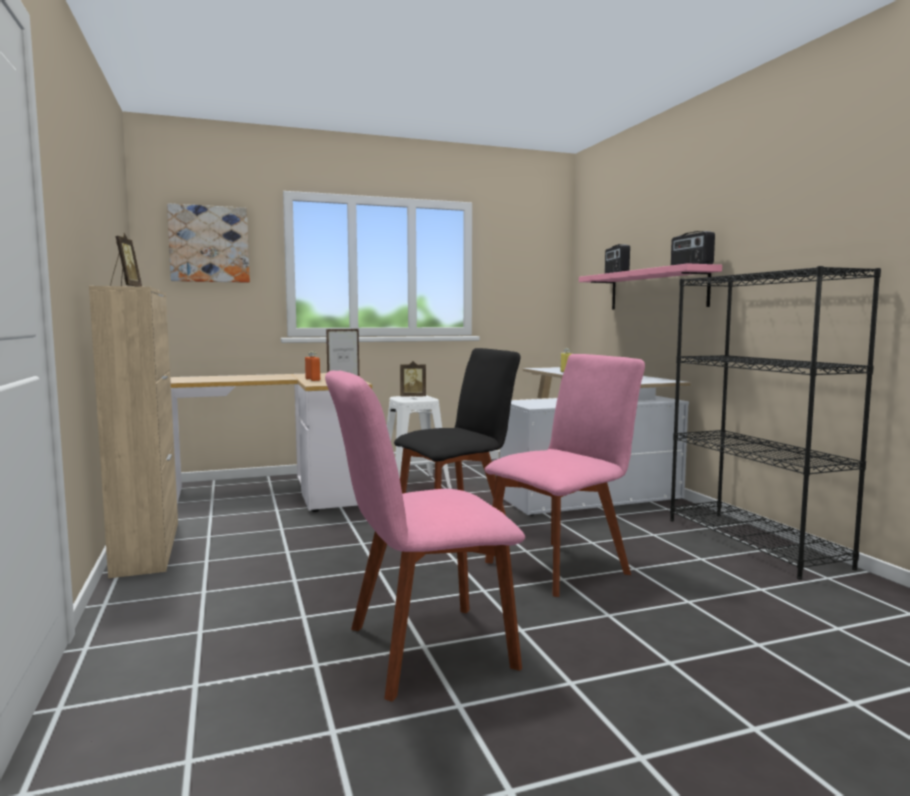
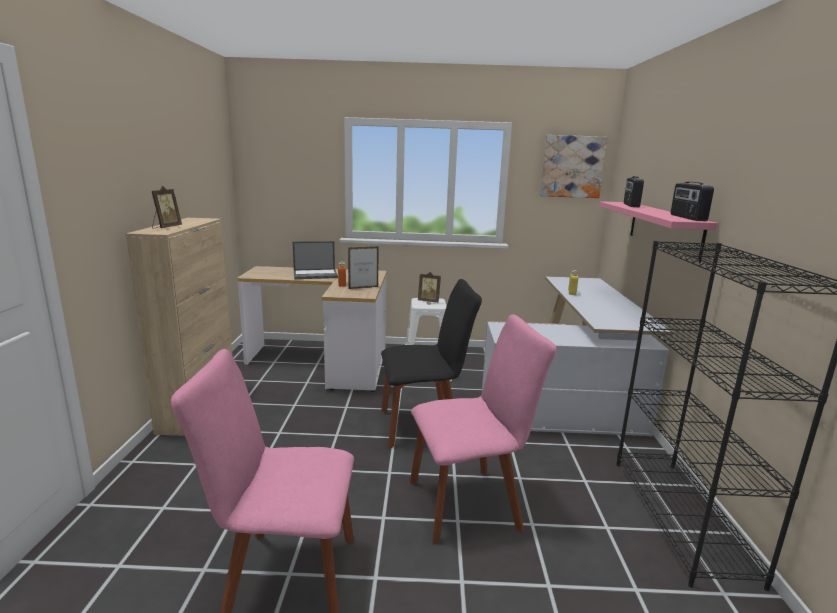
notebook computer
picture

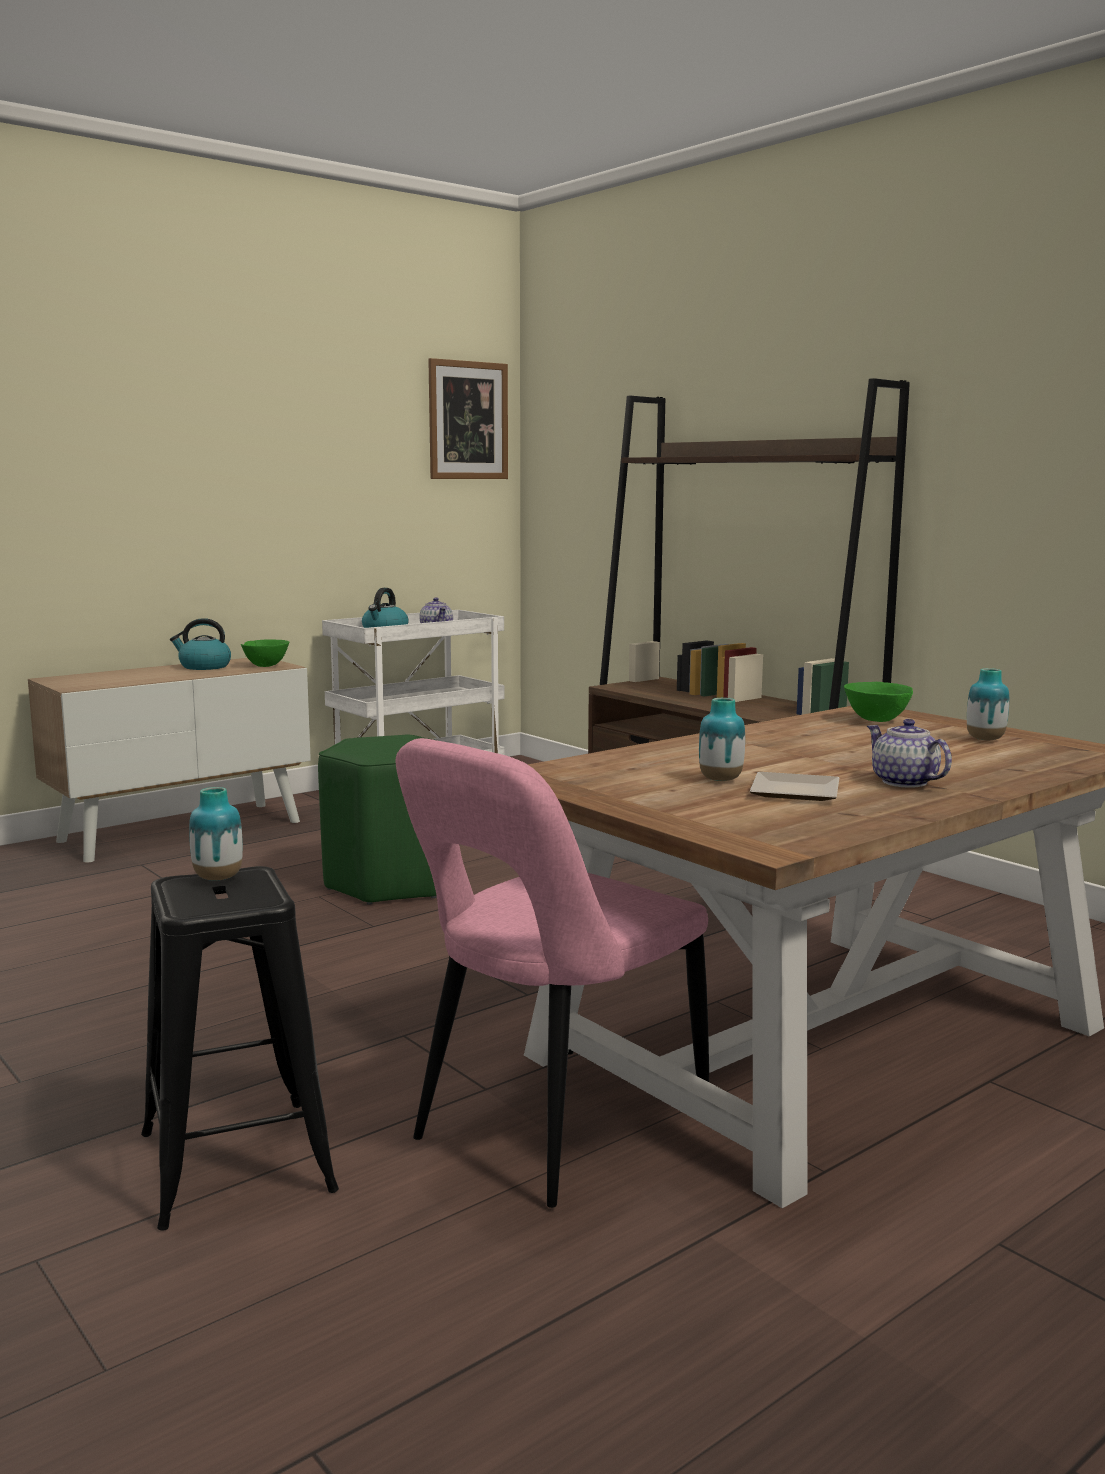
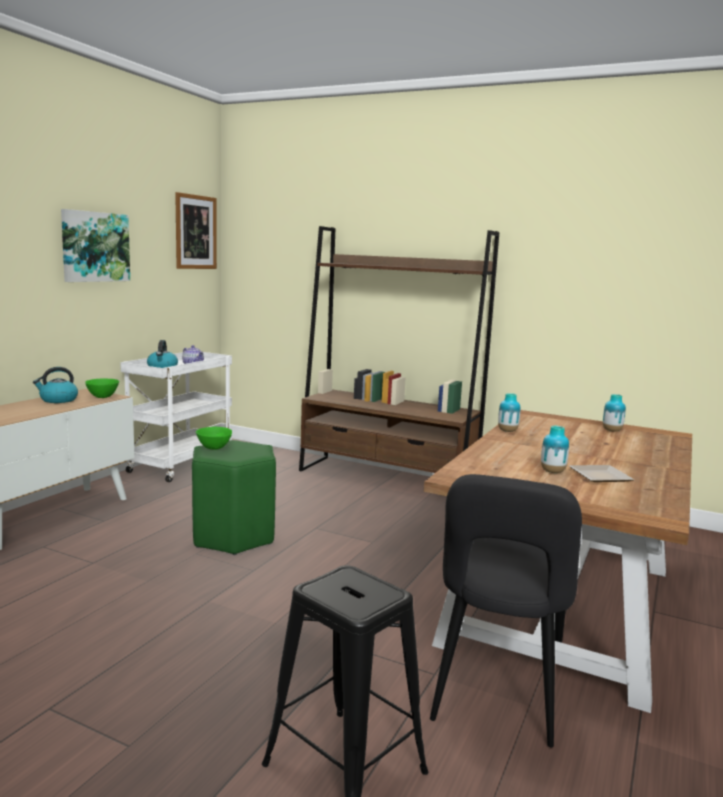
teapot (2nd from left in the first image)
picture (1st from left)
vase (1st from left)
green bowl (2nd from left)
black-coloured chair

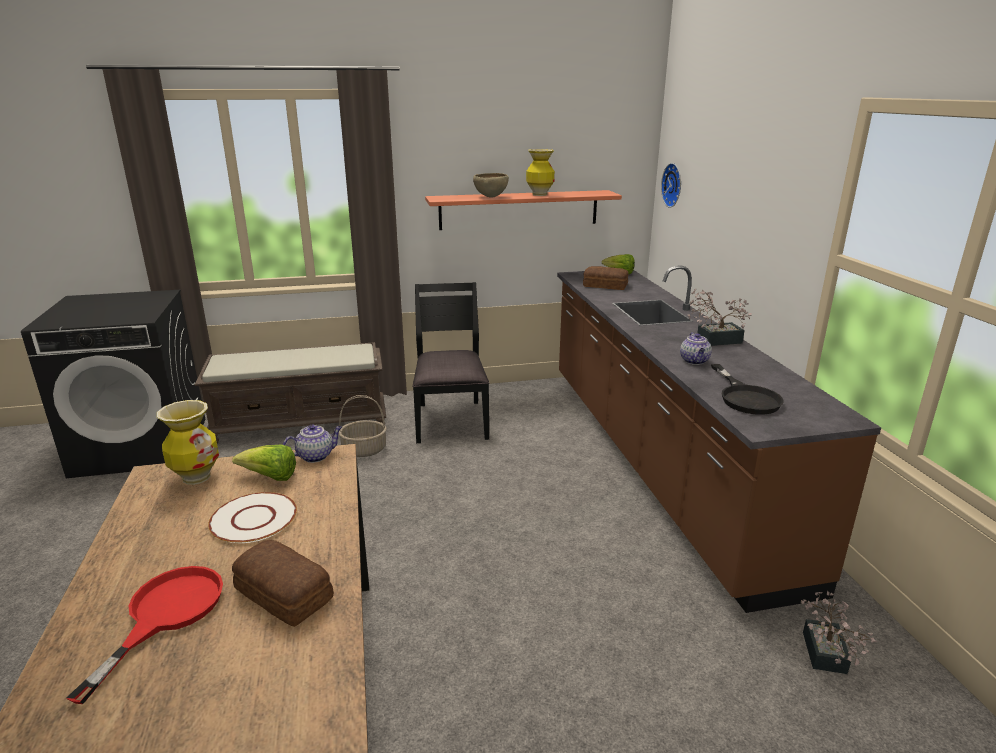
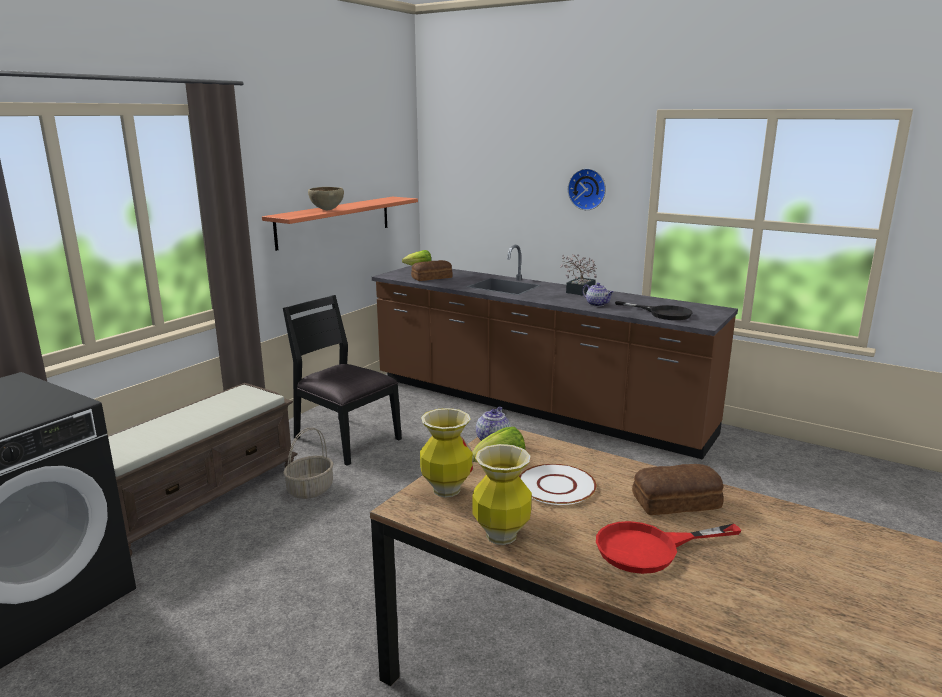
plant in a pot (2nd from left in the first image)
vase (2nd from left)
clock on the wall
red-coloured skillet

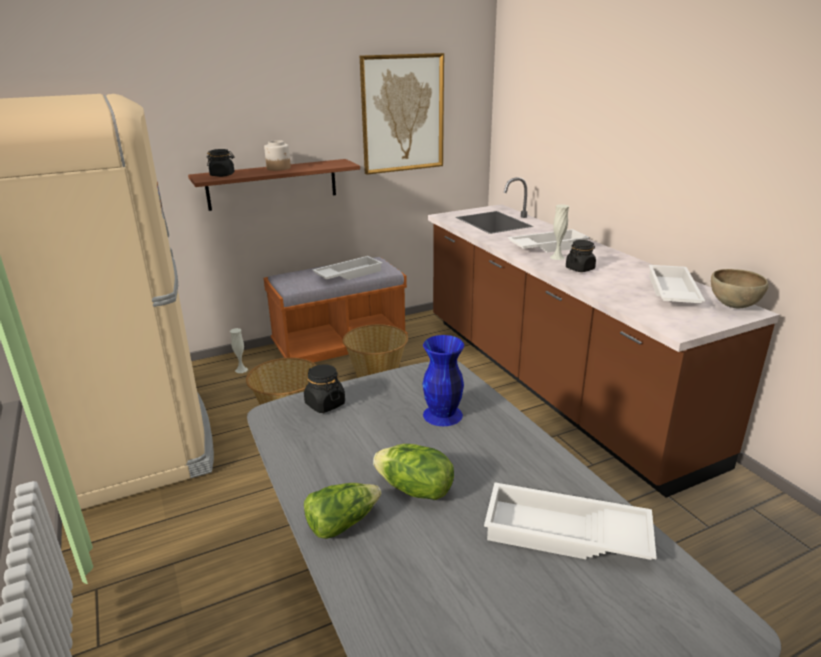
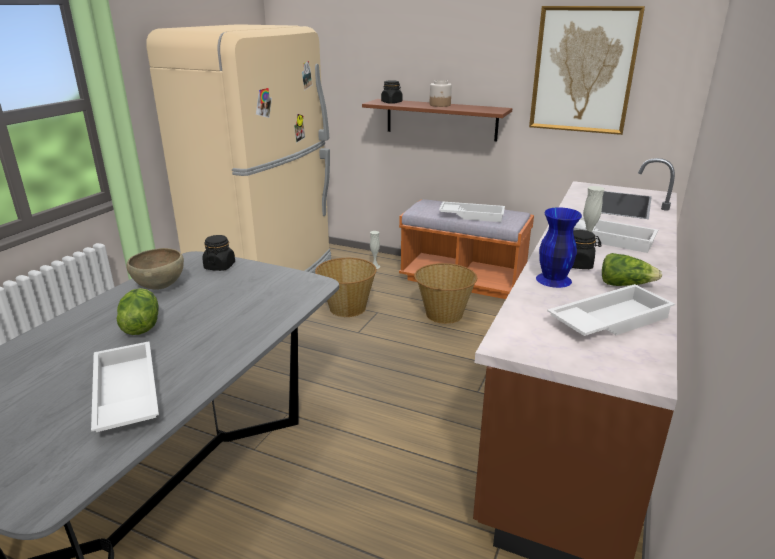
lettuce head (2nd from left)
bluish vase
brownish bowl

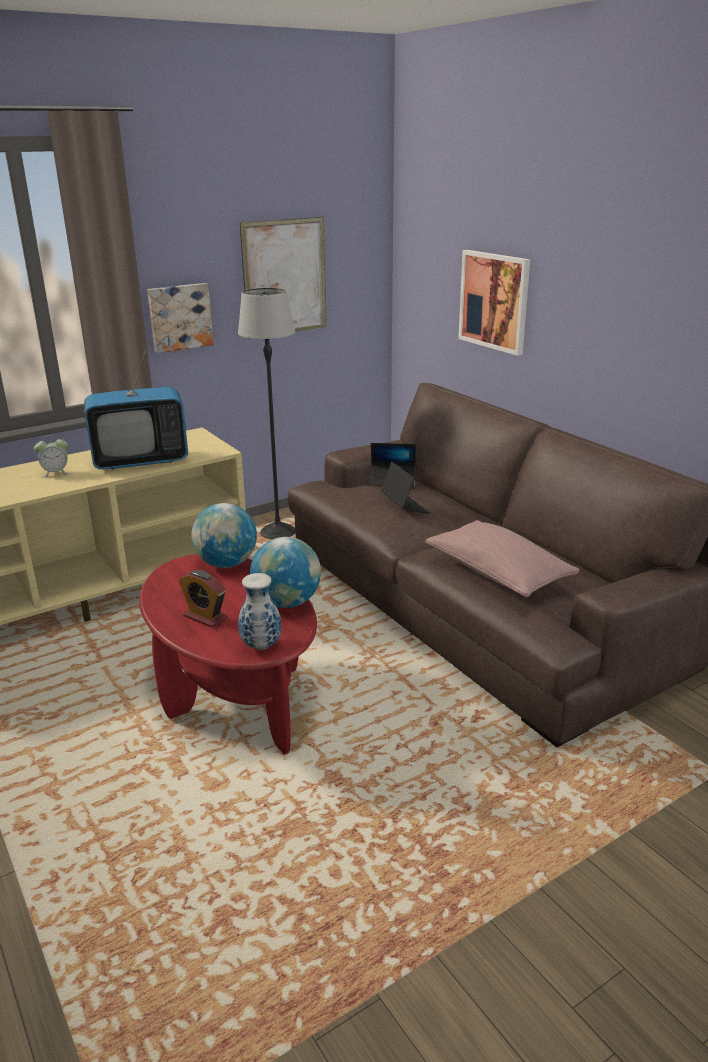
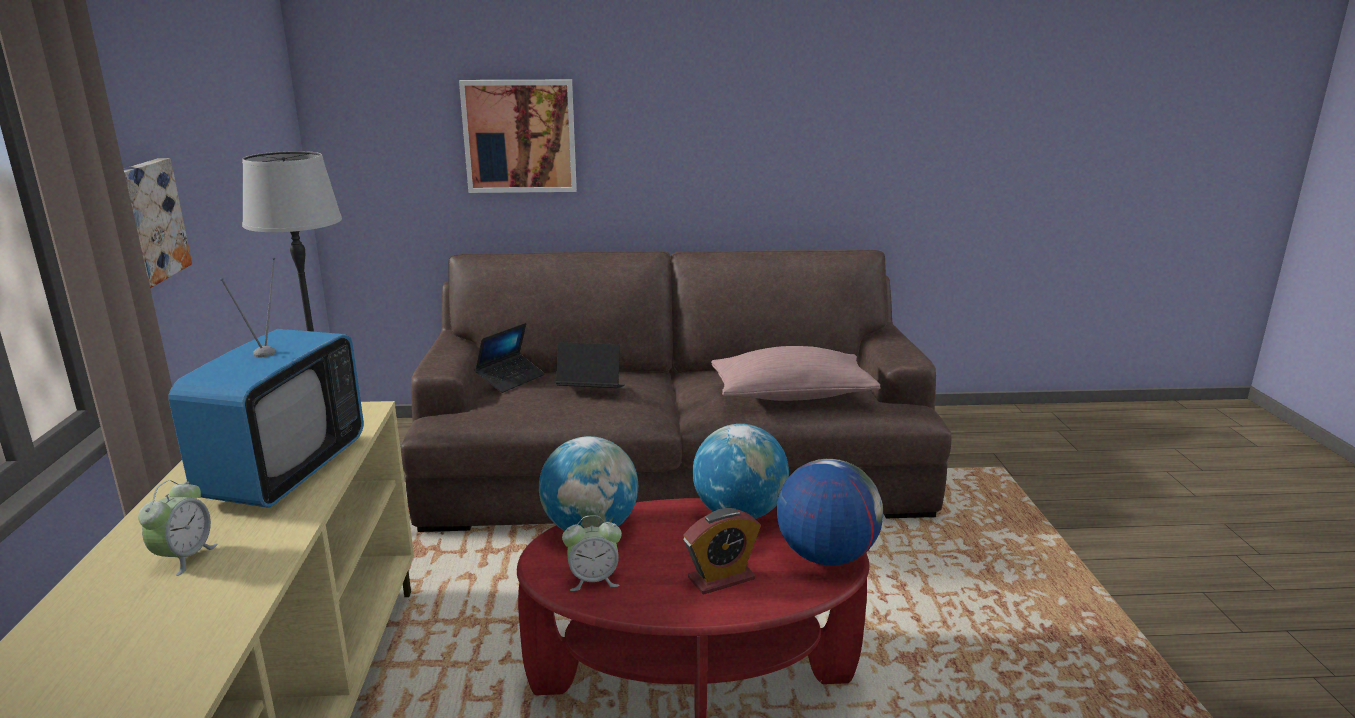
picture (2nd from left in the first image)
bedside clock (2nd from left)
globe (3rd from left)

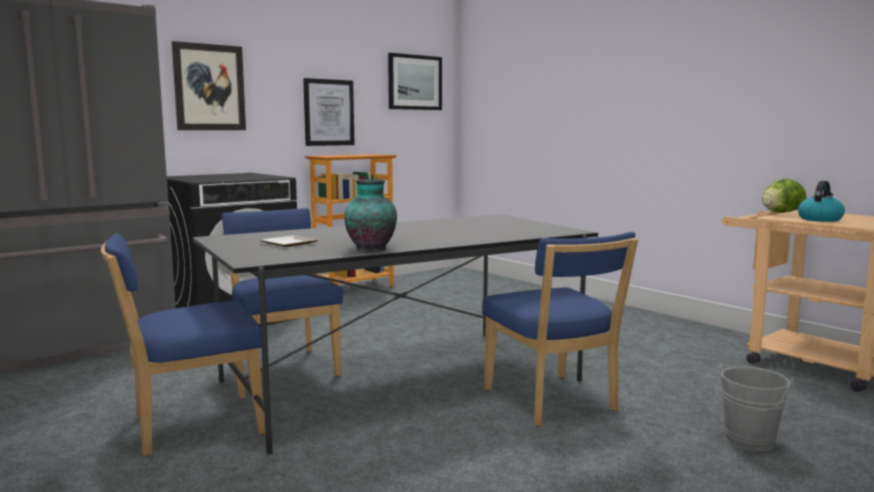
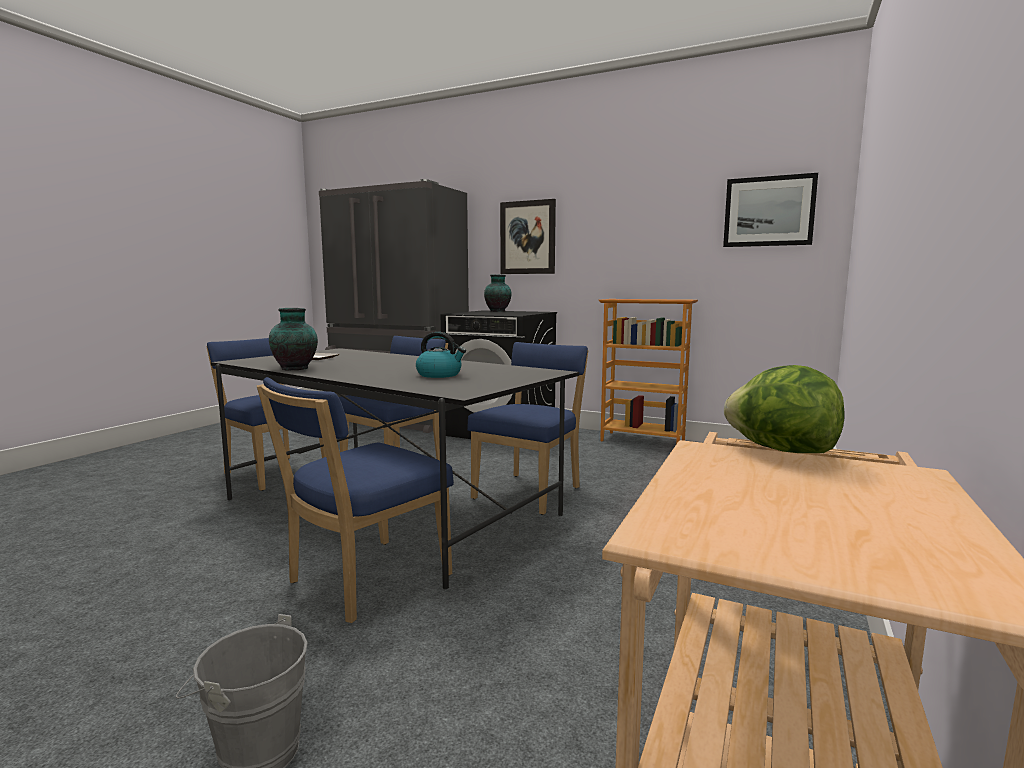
picture (2nd from left in the first image)
bluish chair (4th from left)
vase (2nd from left)
water kettle

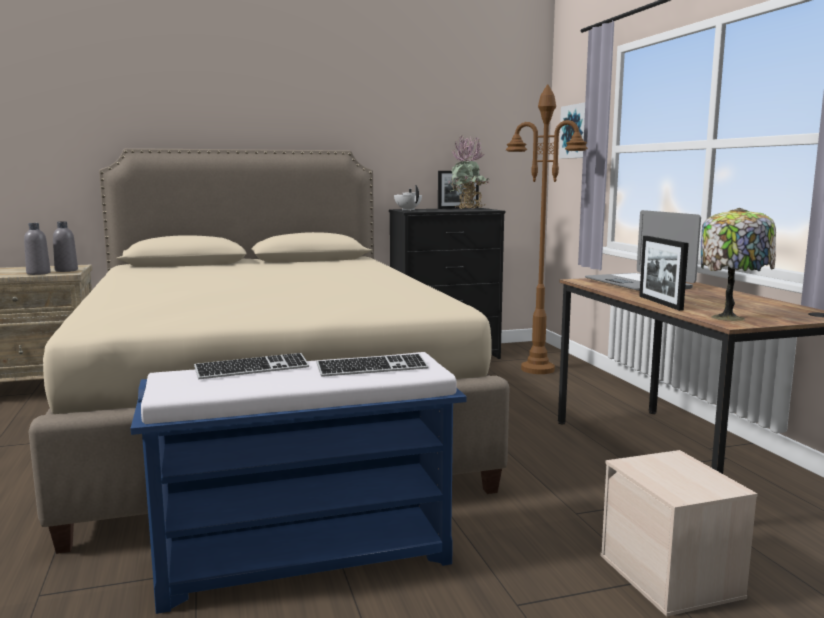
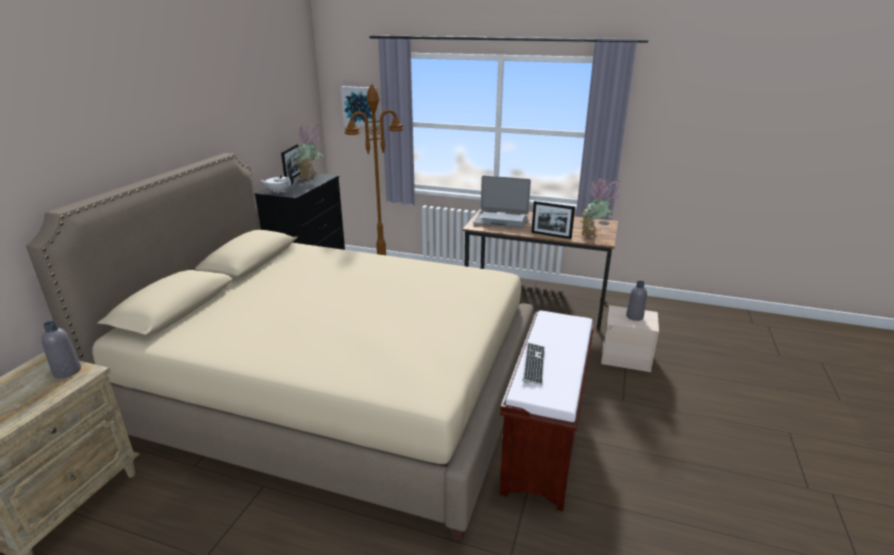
computer keyboard (2nd from left in the first image)
grey drink bottle (2nd from left)
plant in a pot (2nd from left)
brownish long seat

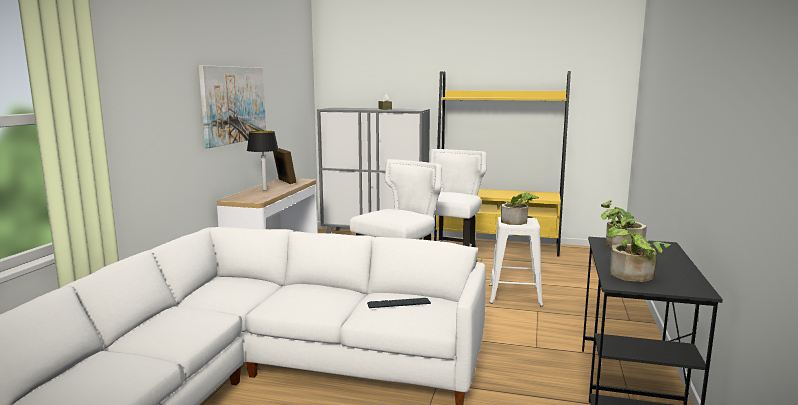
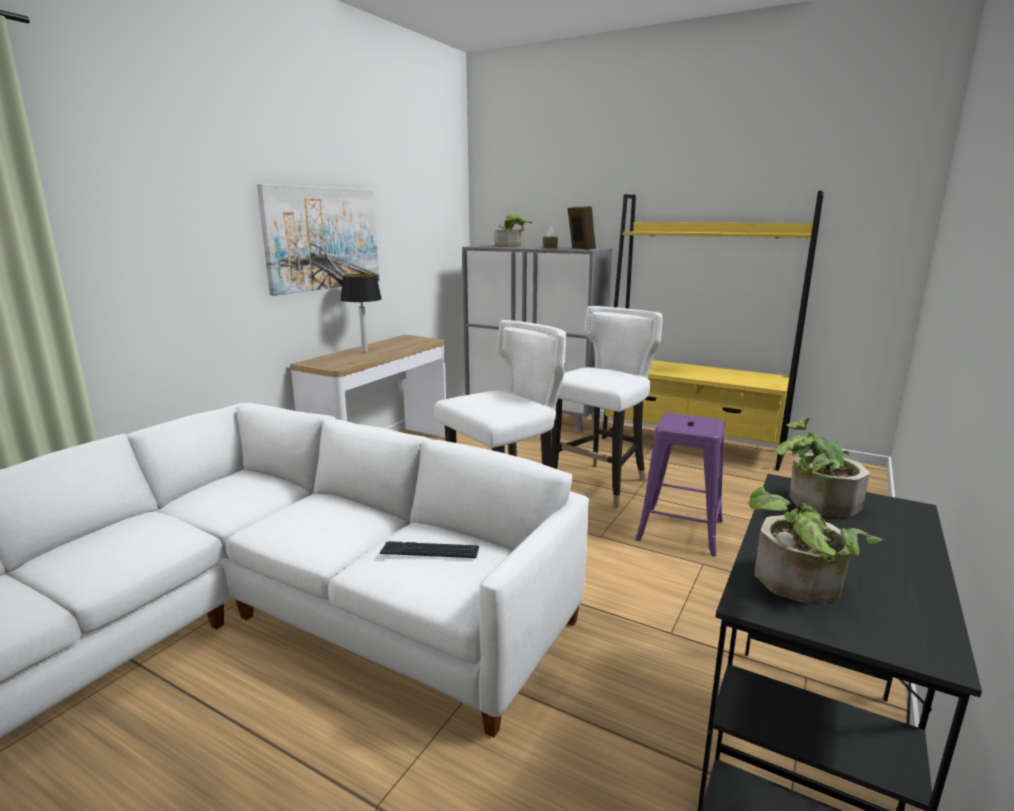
standing frame
plant in a pot (1st from left)
purple-coloured stool seat

